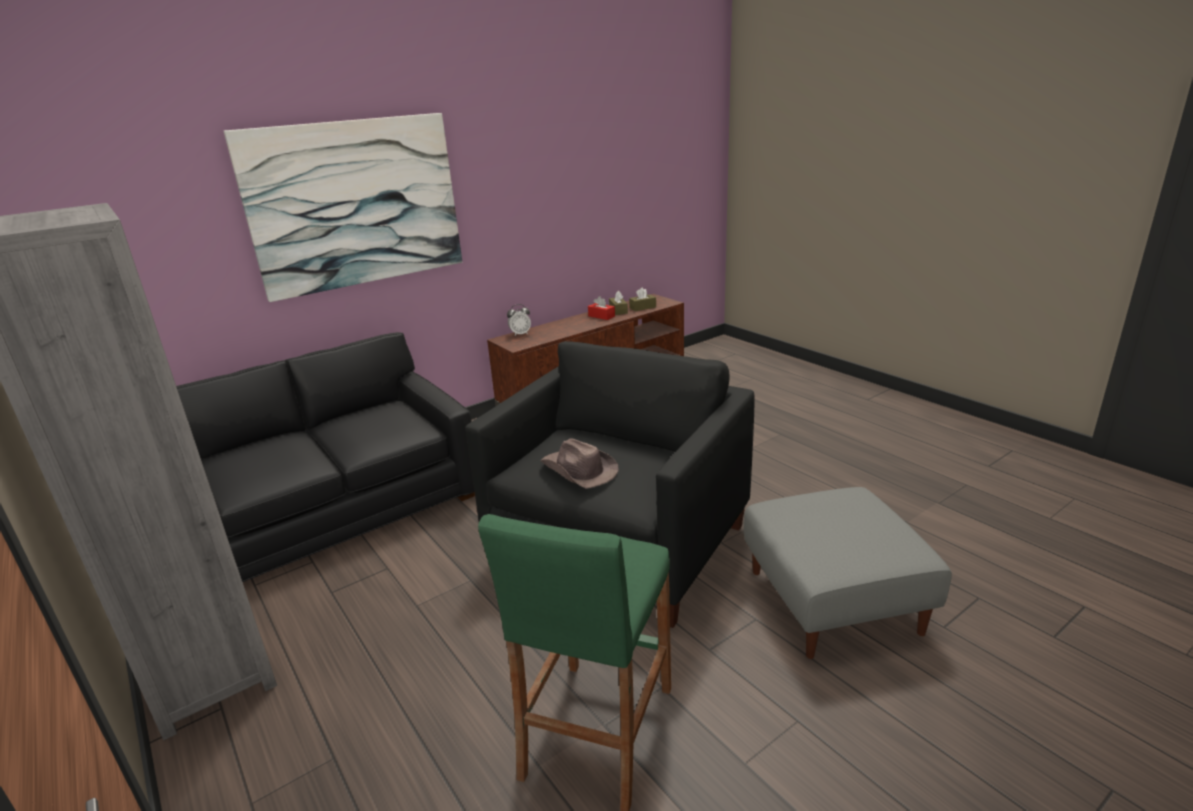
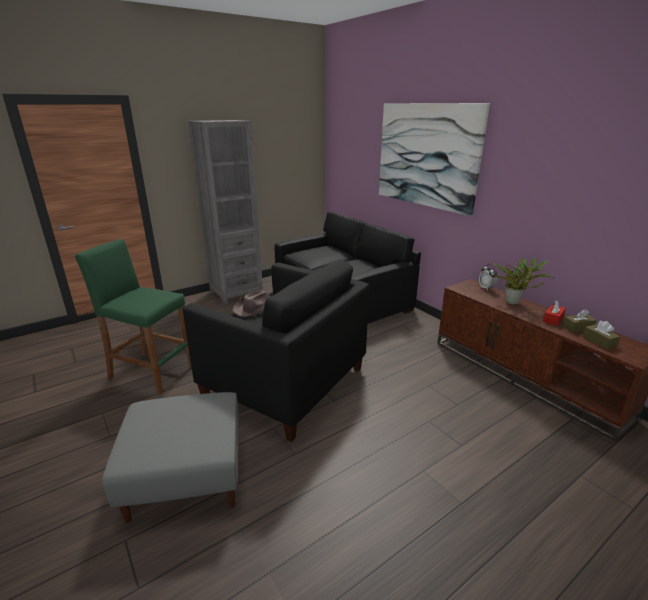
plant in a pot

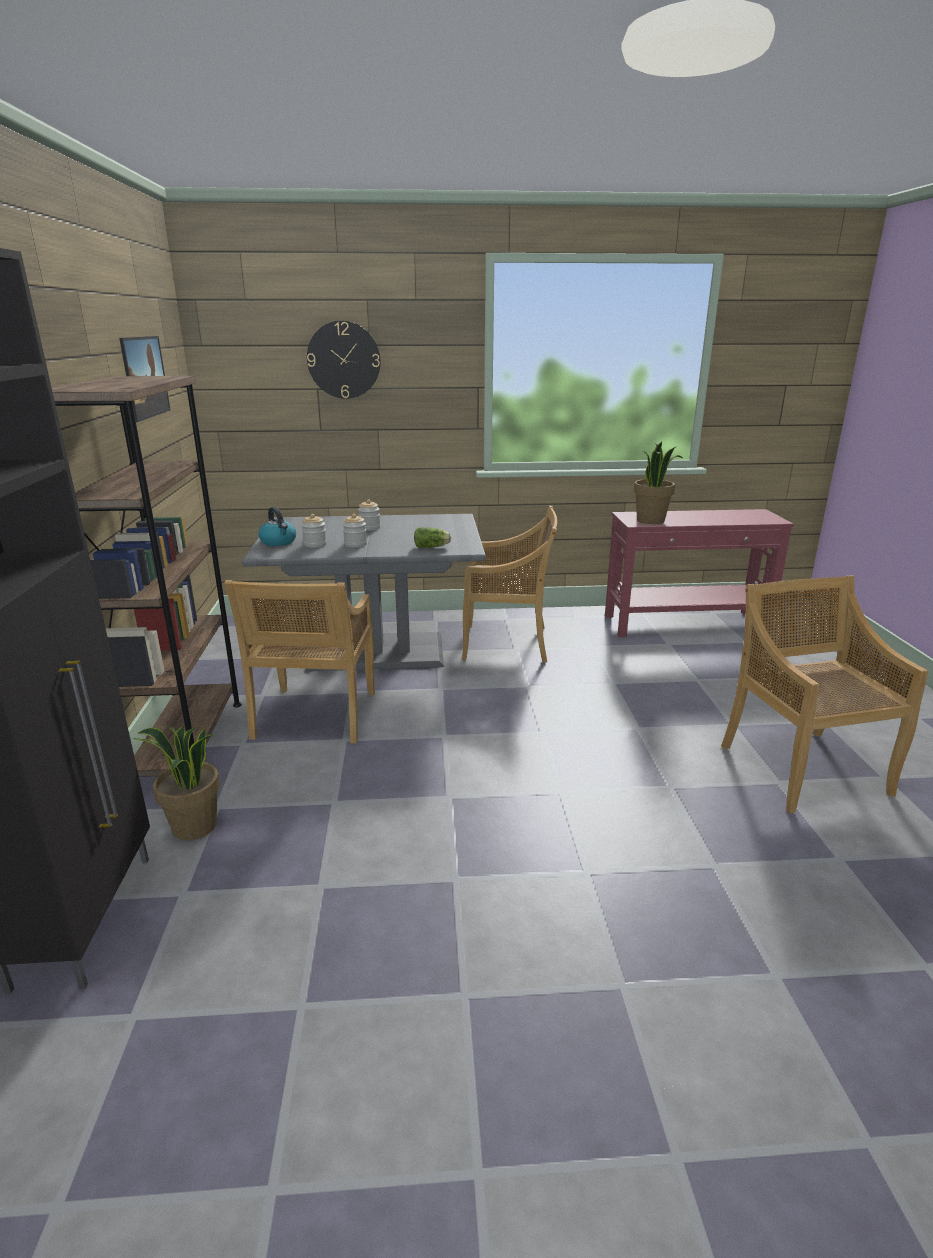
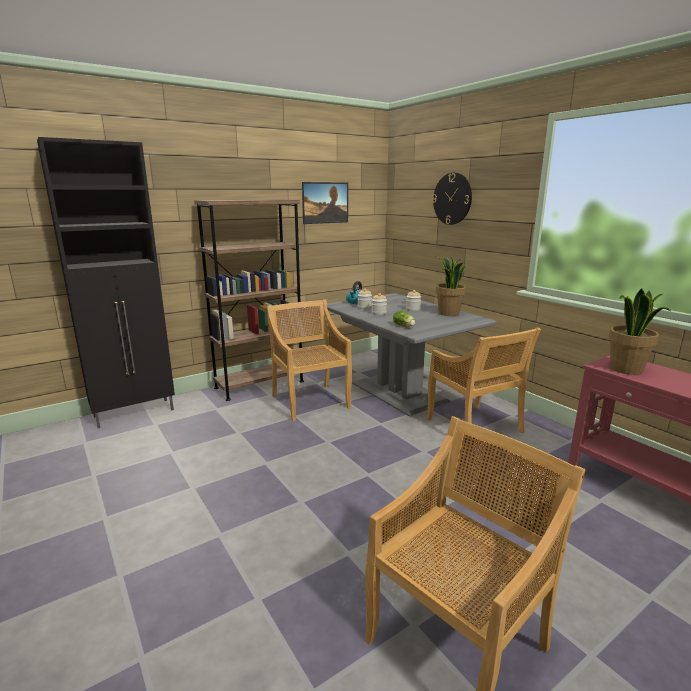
plant in a pot (1st from left)
beige chair (1st from left)

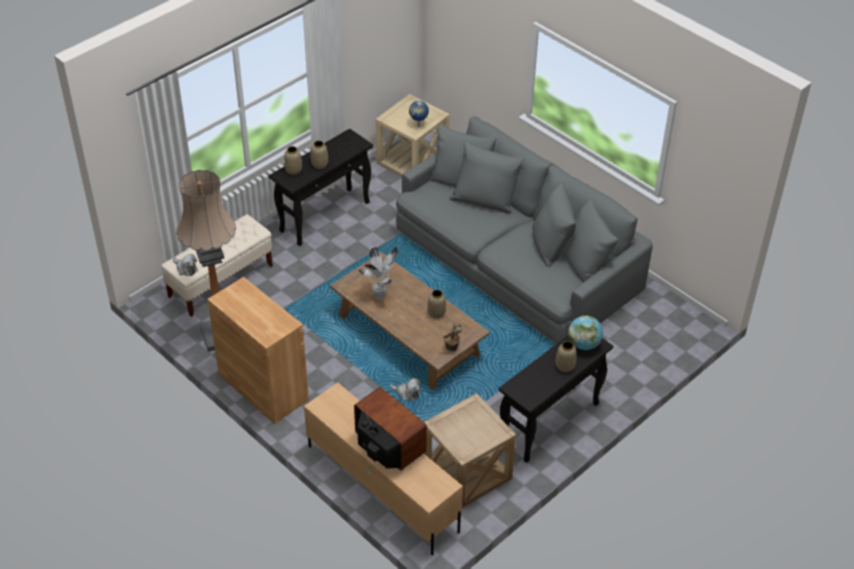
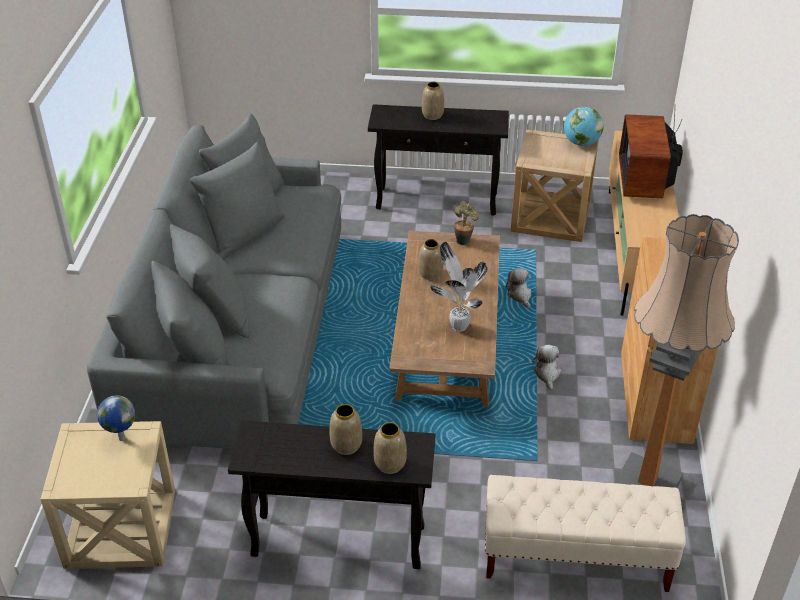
cuddly toy (2nd from left)
globe (2nd from left)

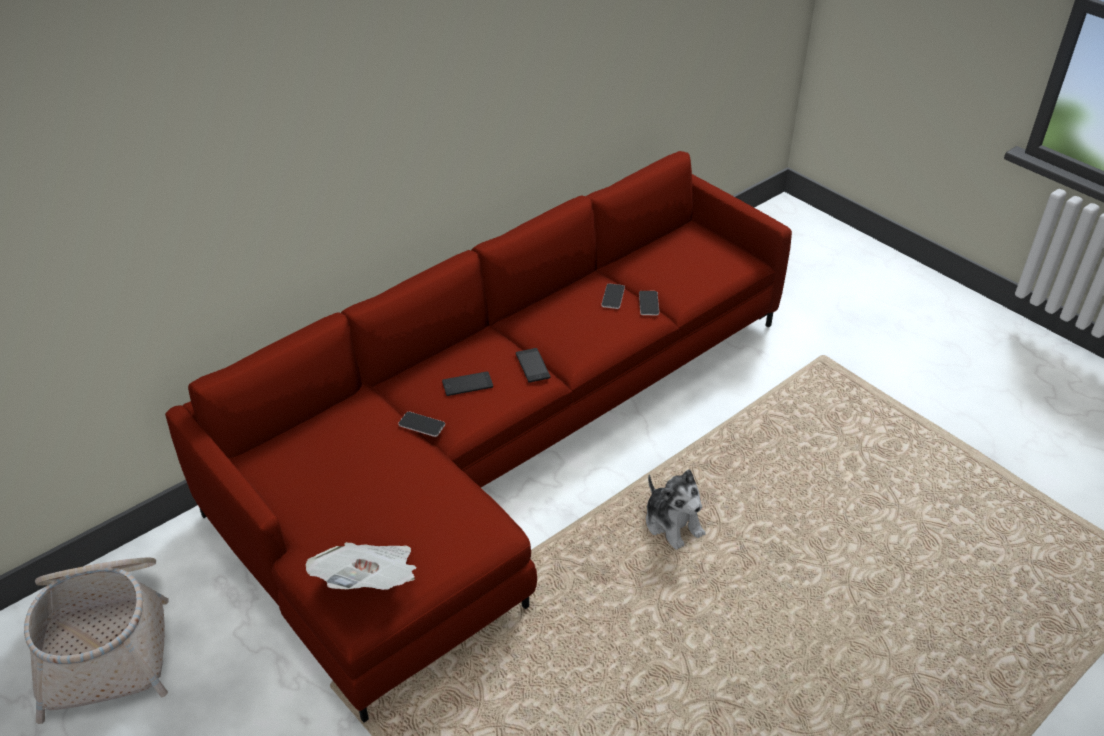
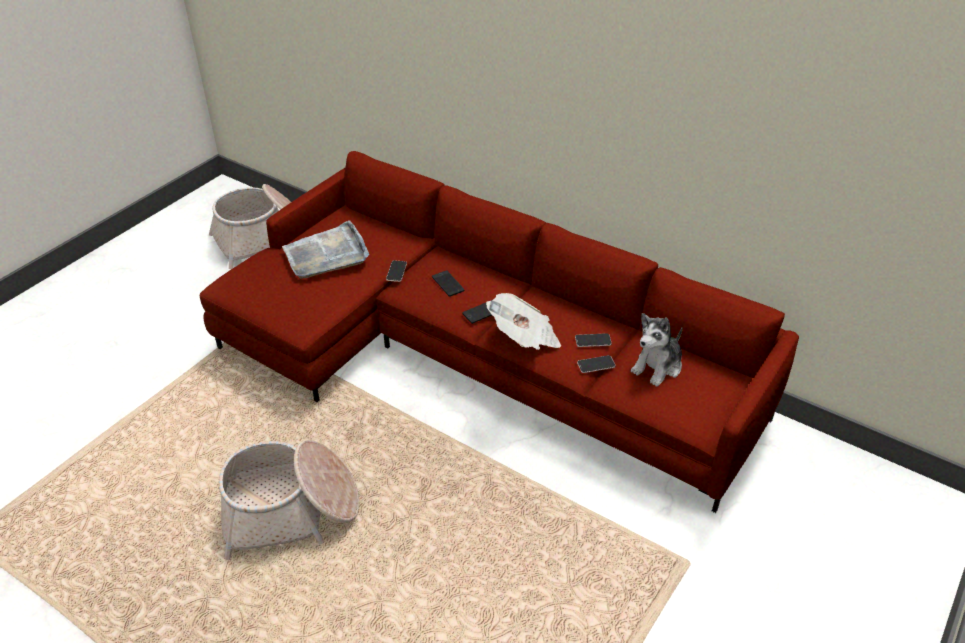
household basket (2nd from left)
grey tray
daily paper
cuddly toy

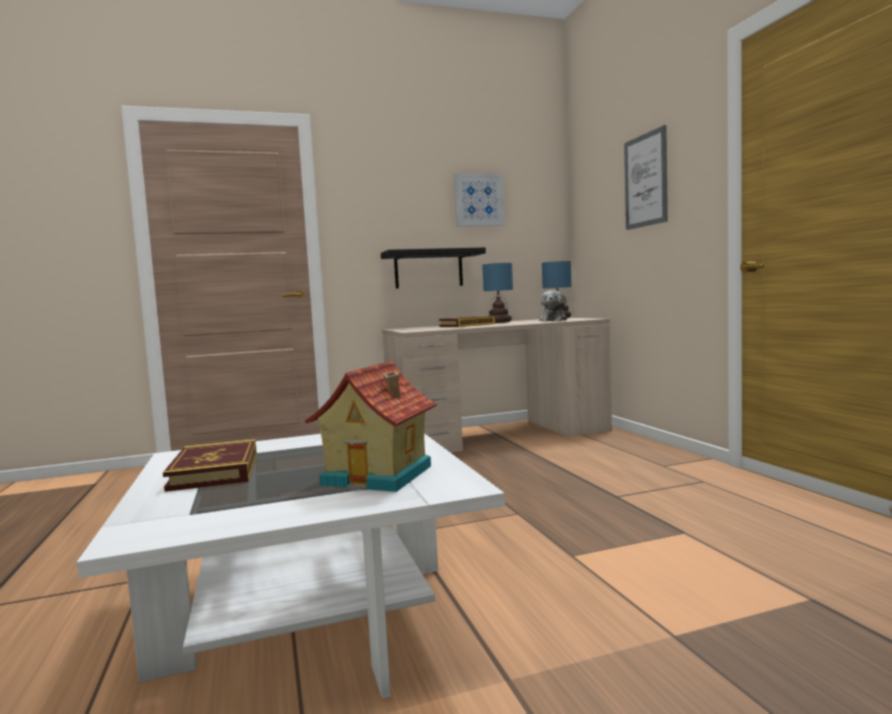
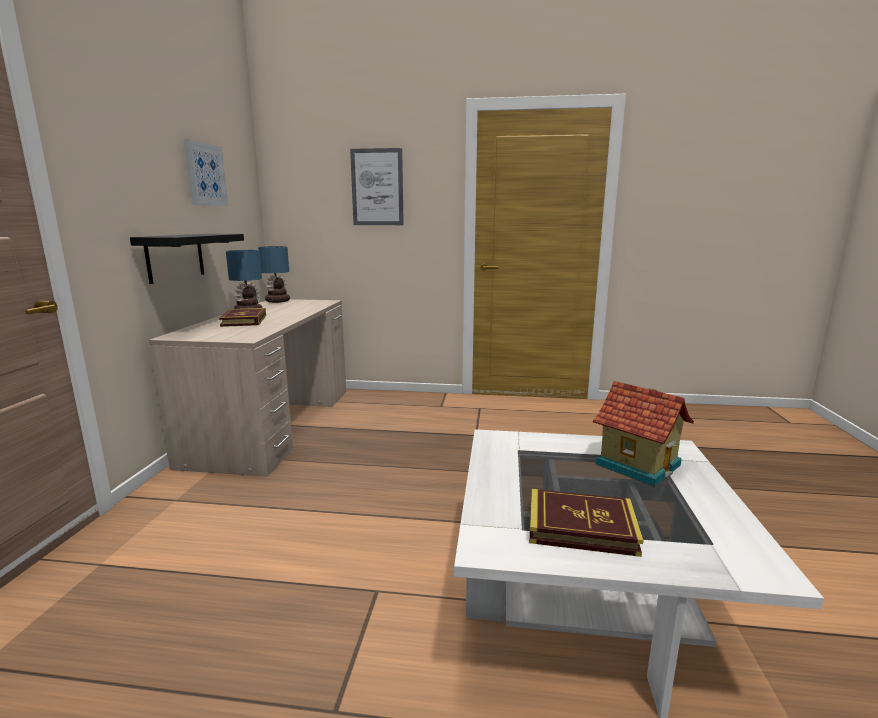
cuddly toy

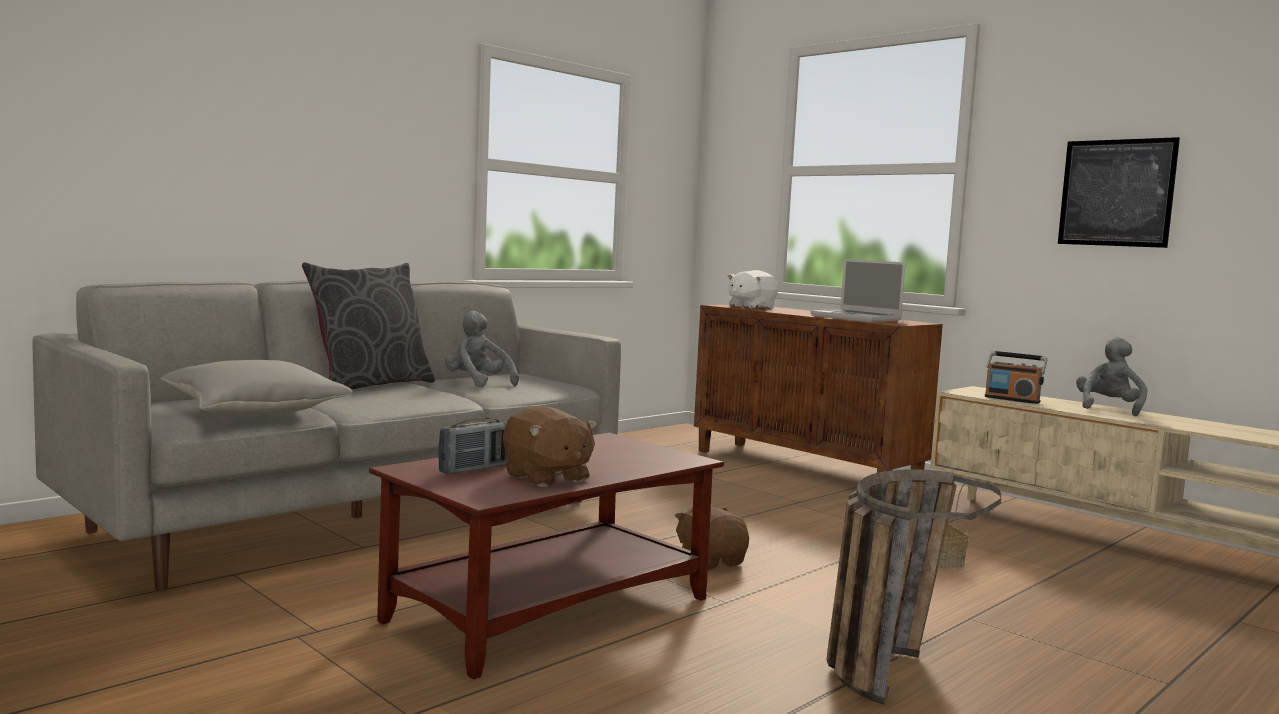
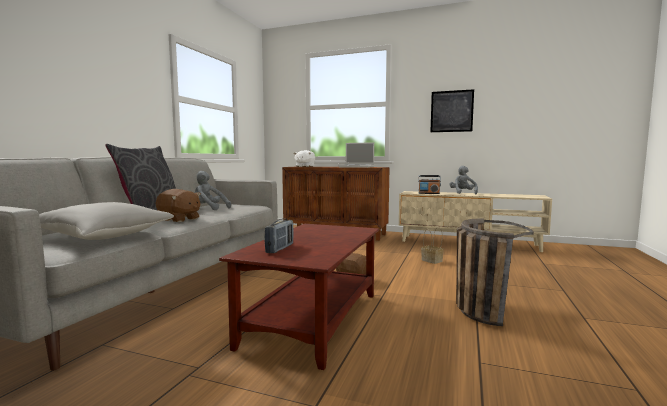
brownish cuddly toy (1st from left)

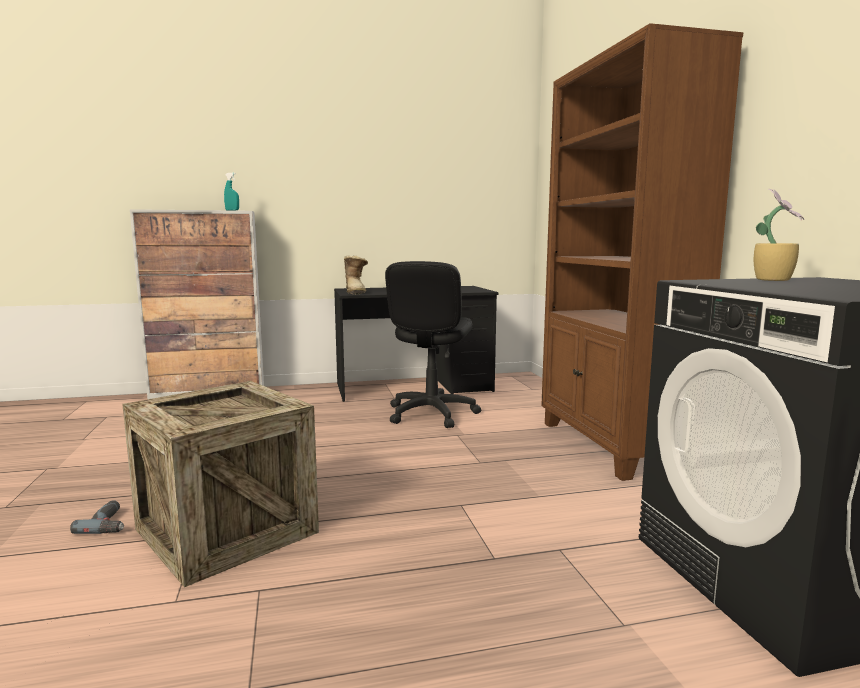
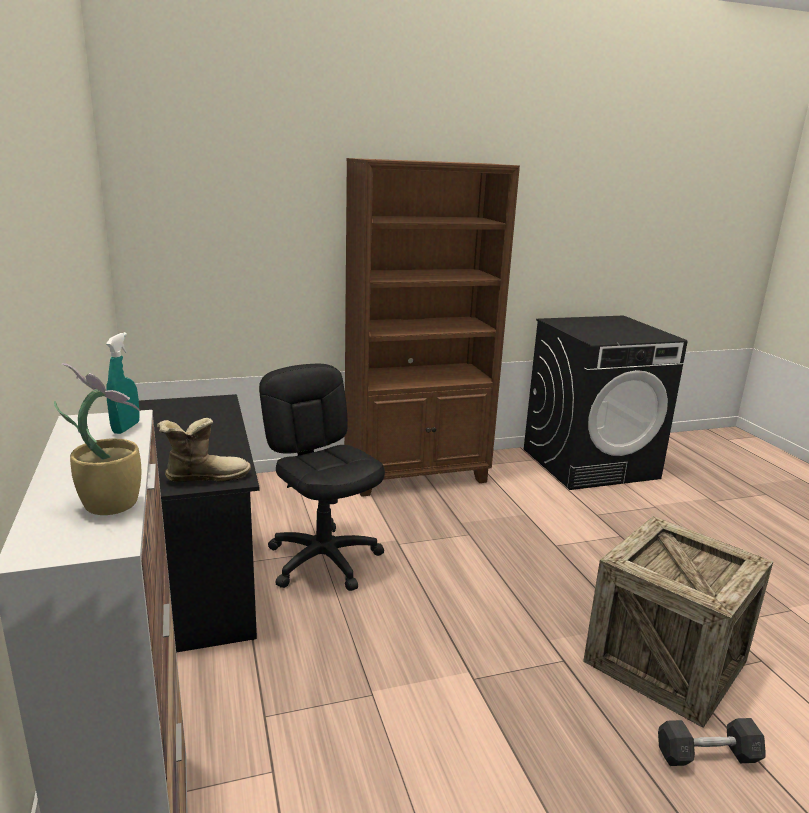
plant in a pot
grey hand weight
black-coloured office chair

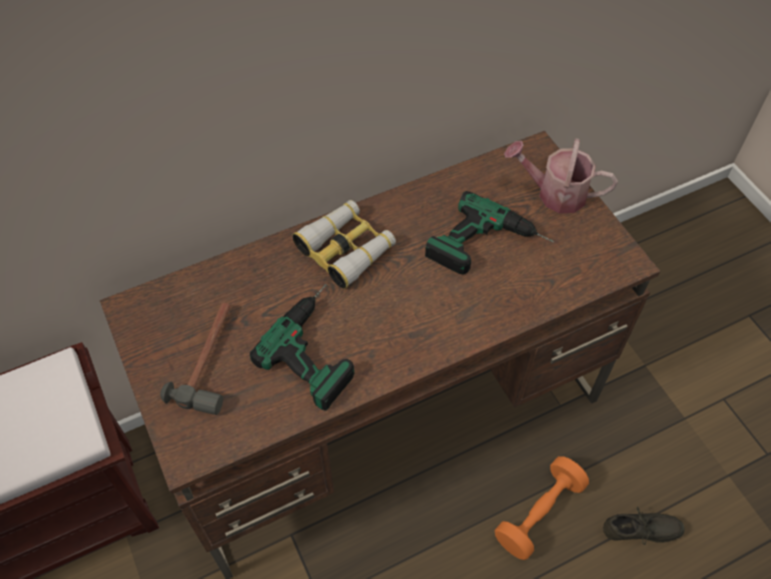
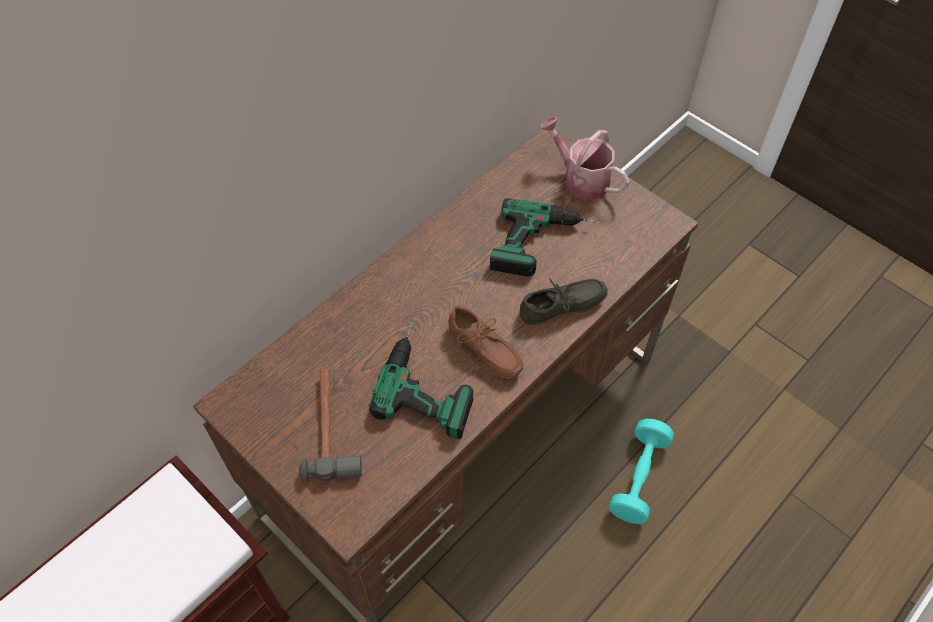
binoculars
brownish item of footwear
grey item of footwear
turquoise hand weight
watering can

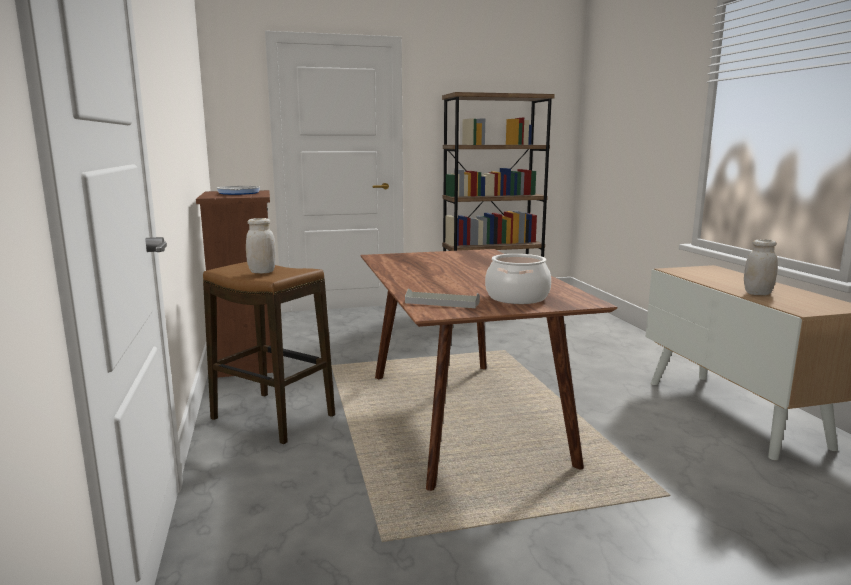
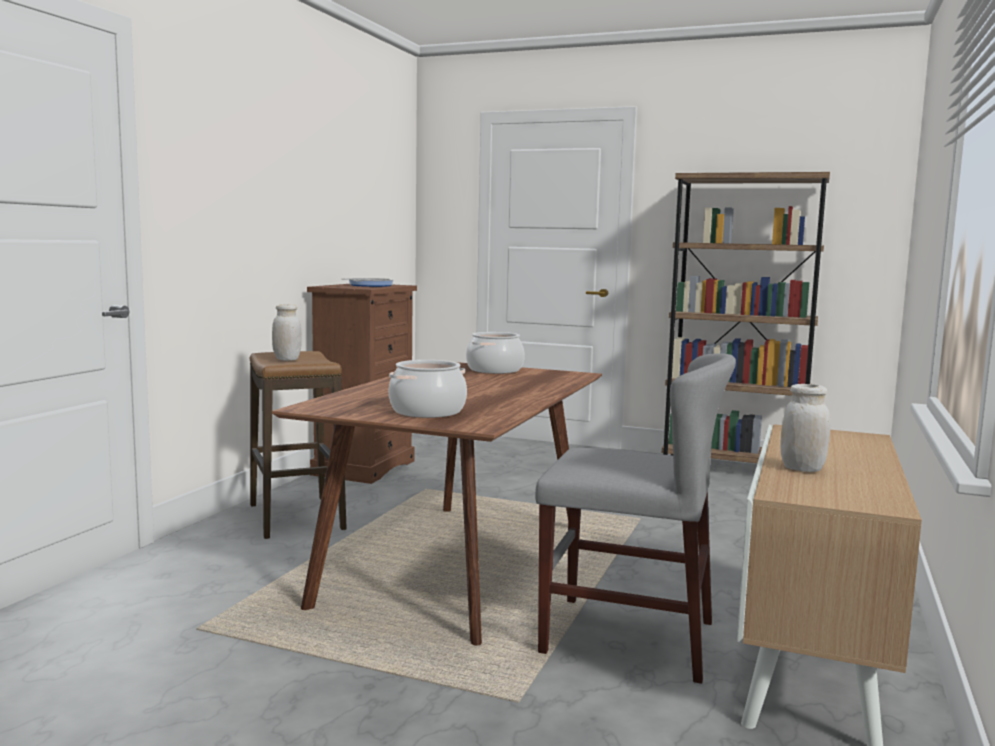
grey tray
saucepot (2nd from left)
grey chair

